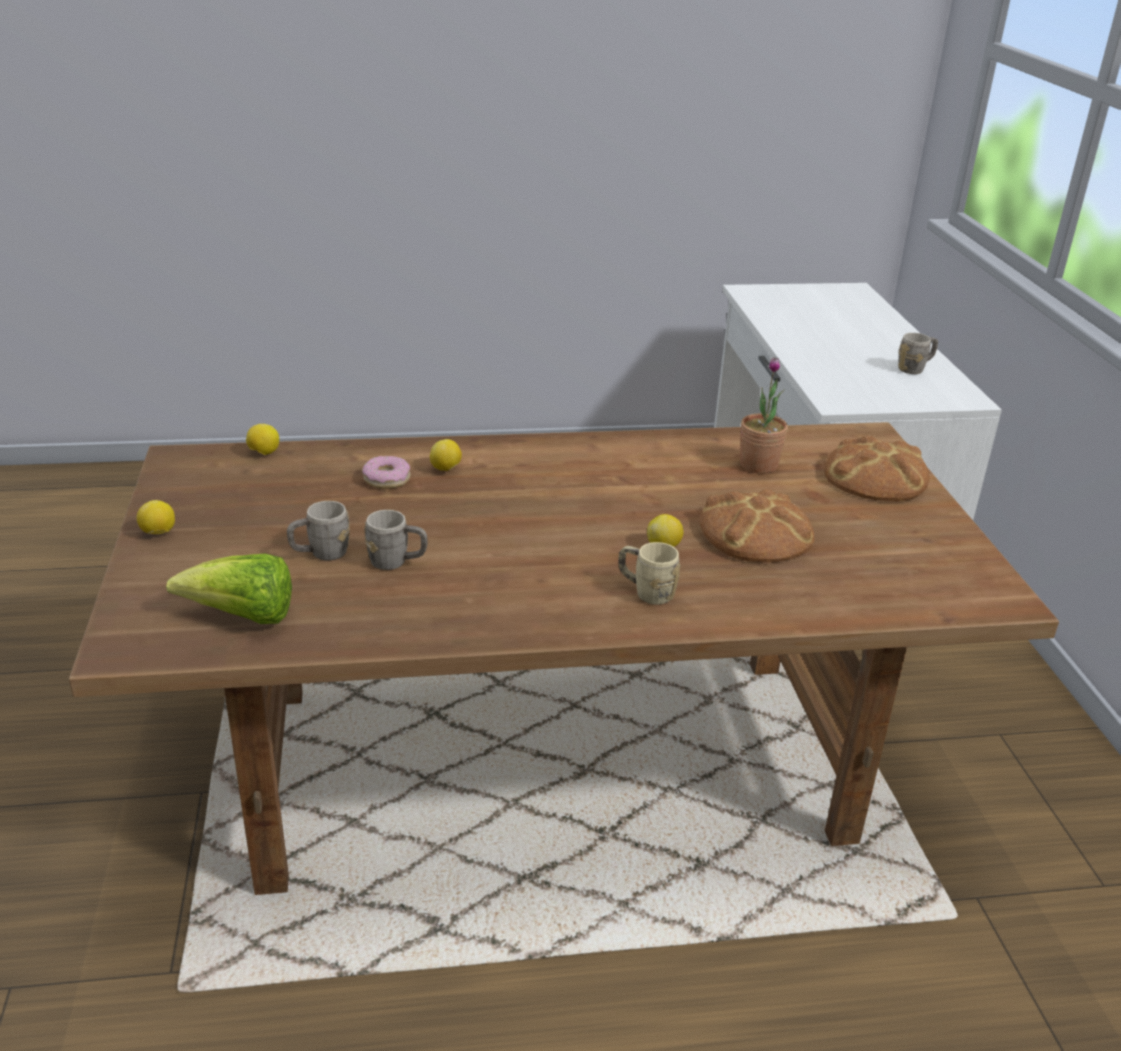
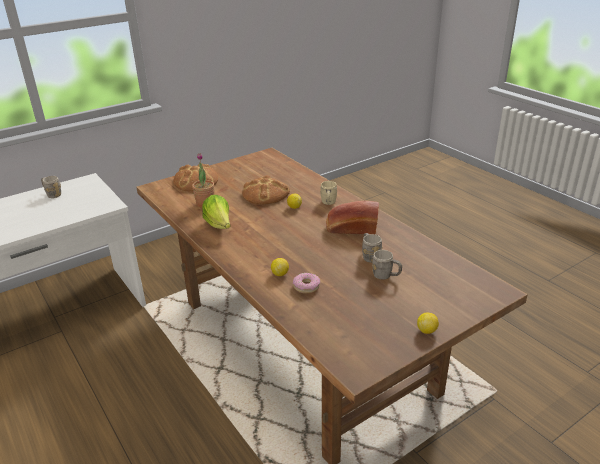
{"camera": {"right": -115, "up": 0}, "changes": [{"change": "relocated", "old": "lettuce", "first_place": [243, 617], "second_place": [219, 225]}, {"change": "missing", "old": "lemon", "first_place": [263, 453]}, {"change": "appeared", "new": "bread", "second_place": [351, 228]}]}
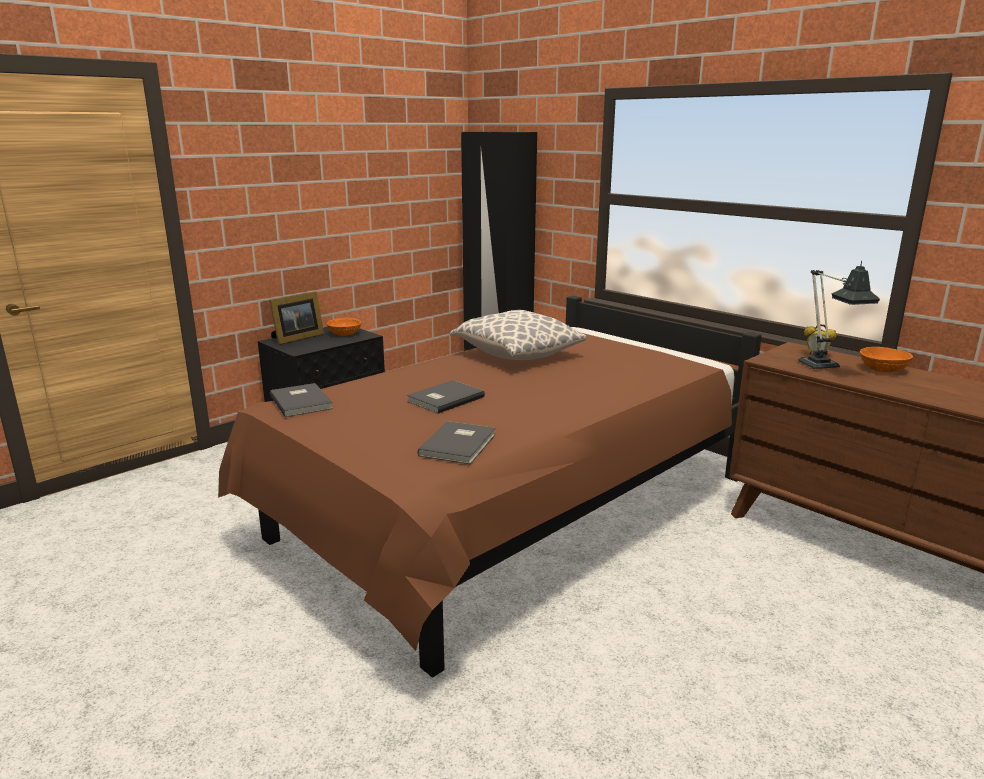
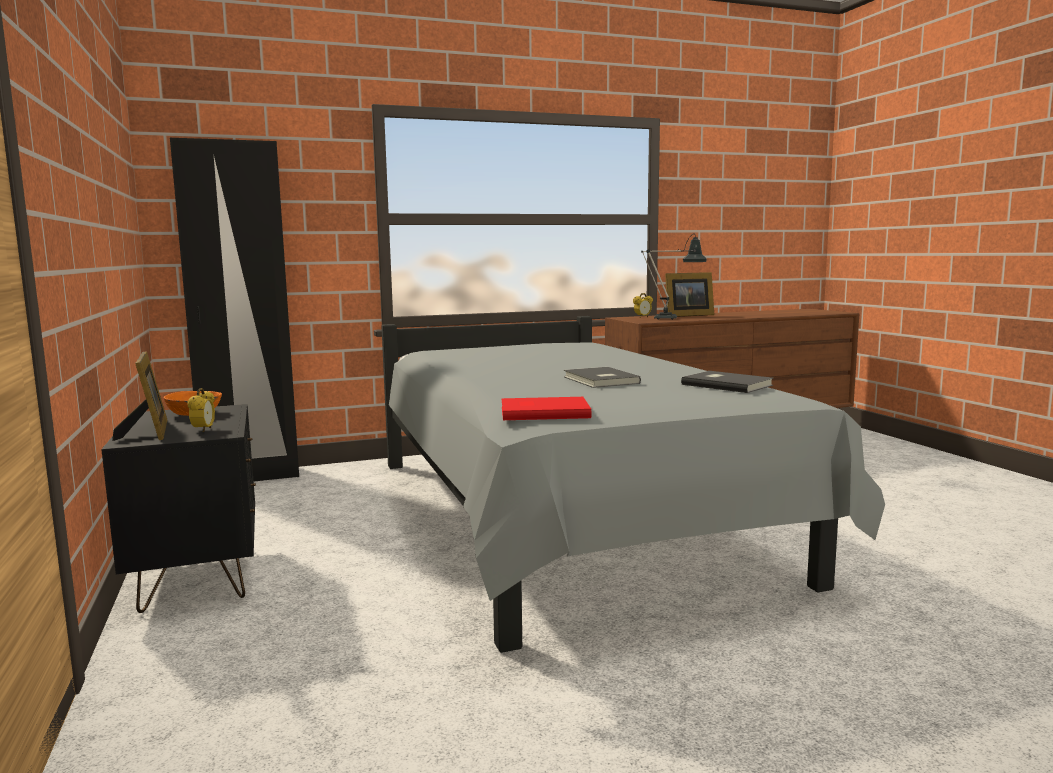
{"camera": {"right": -65, "up": -10}, "changes": [{"change": "colour", "old": "brown bed", "new": "grey bed", "first_place": [508, 513], "second_place": [566, 520]}, {"change": "colour", "old": "grey book", "new": "red book", "first_place": [302, 402], "second_place": [543, 412]}, {"change": "missing", "old": "pillow", "first_place": [517, 355]}, {"change": "exchanged", "old": "orange bowl", "new": "picture frame", "first_place": [883, 369], "second_place": [686, 315]}, {"change": "appeared", "new": "alarm clock", "second_place": [203, 430]}]}
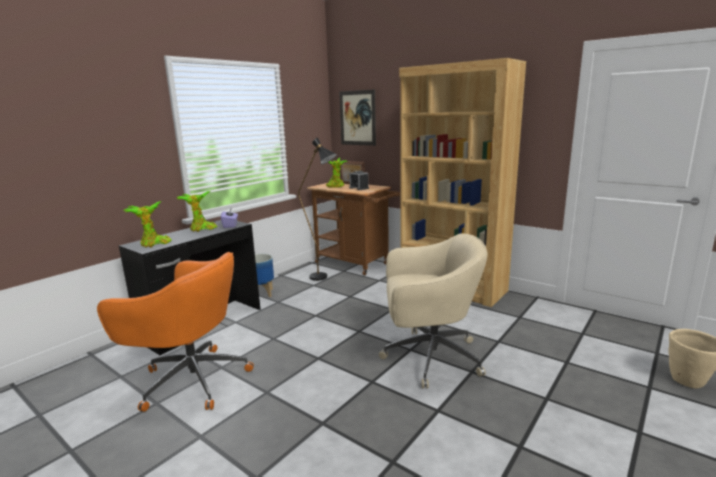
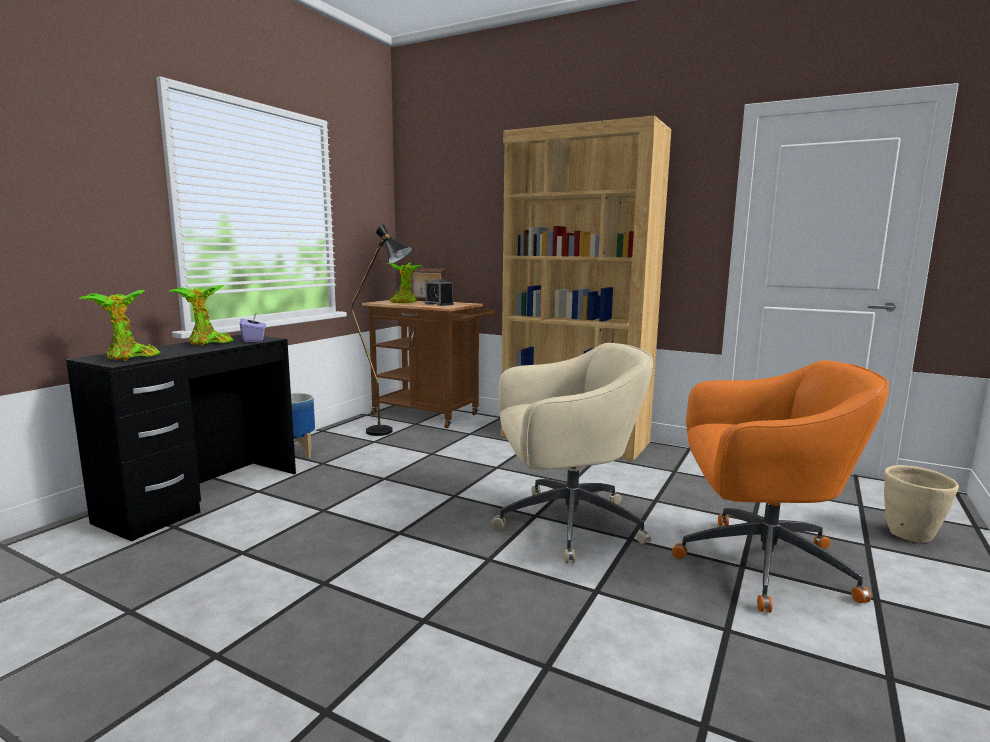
{"camera": {"right": -10, "up": -5}, "changes": [{"change": "relocated", "old": "orange office chair", "first_place": [191, 379], "second_place": [758, 564]}, {"change": "missing", "old": "picture", "first_place": [357, 118]}]}
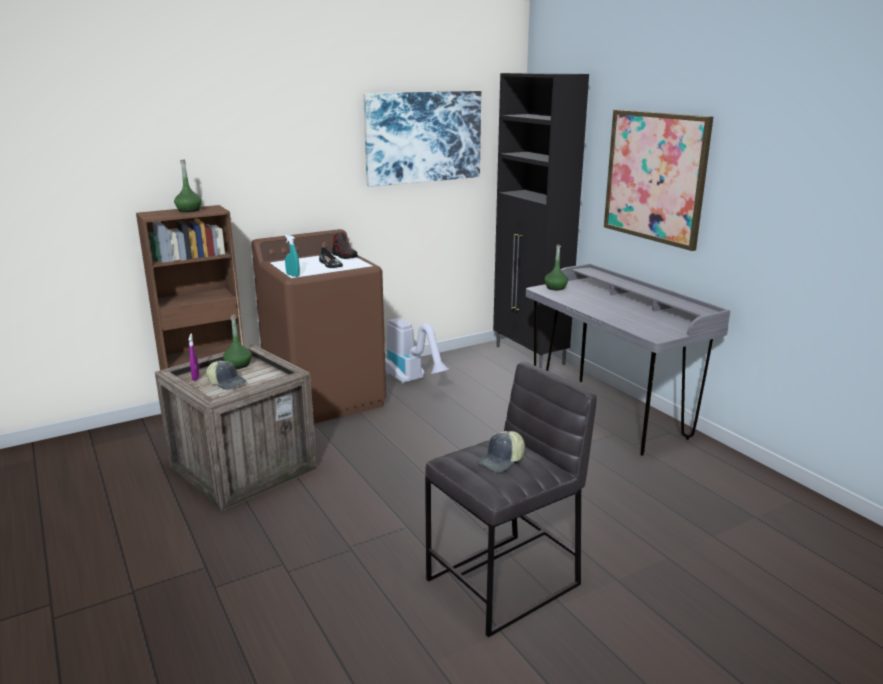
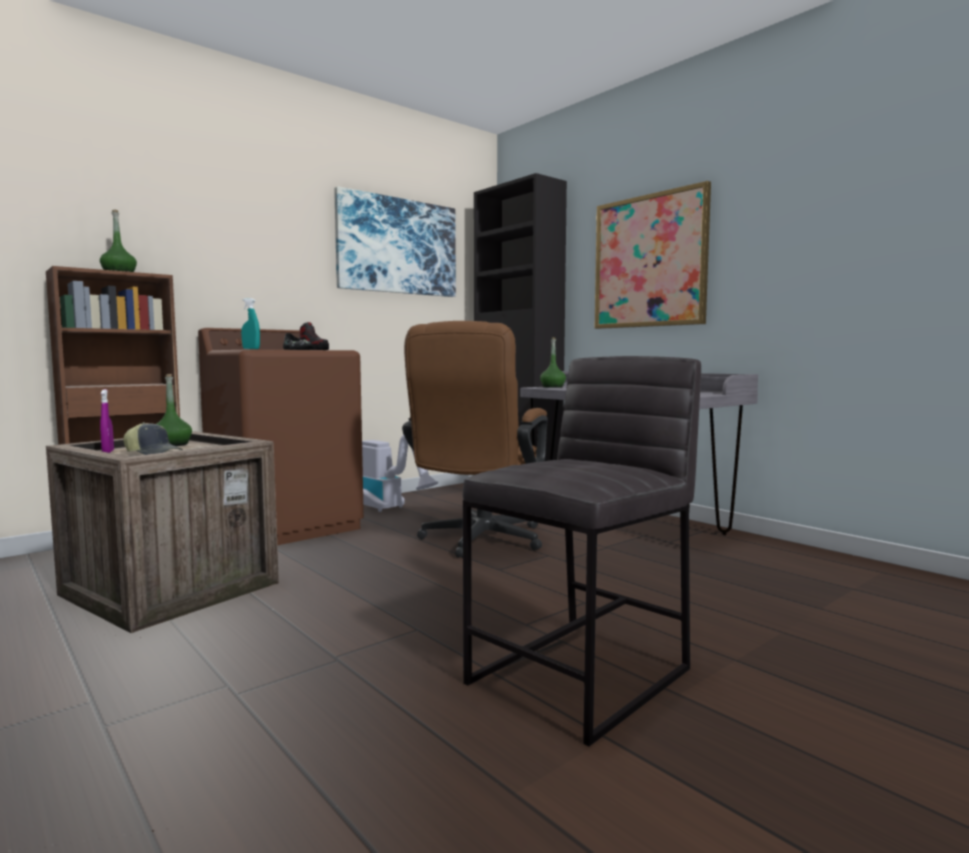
{"camera": {"right": -10, "up": -15}, "changes": [{"change": "missing", "old": "cap", "first_place": [502, 461]}, {"change": "appeared", "new": "brown office chair", "second_place": [478, 542]}]}
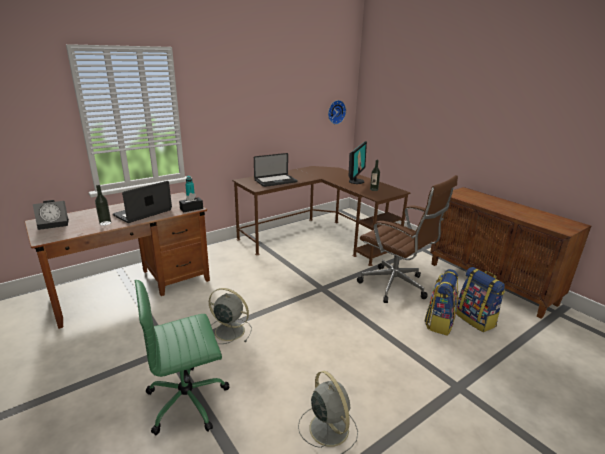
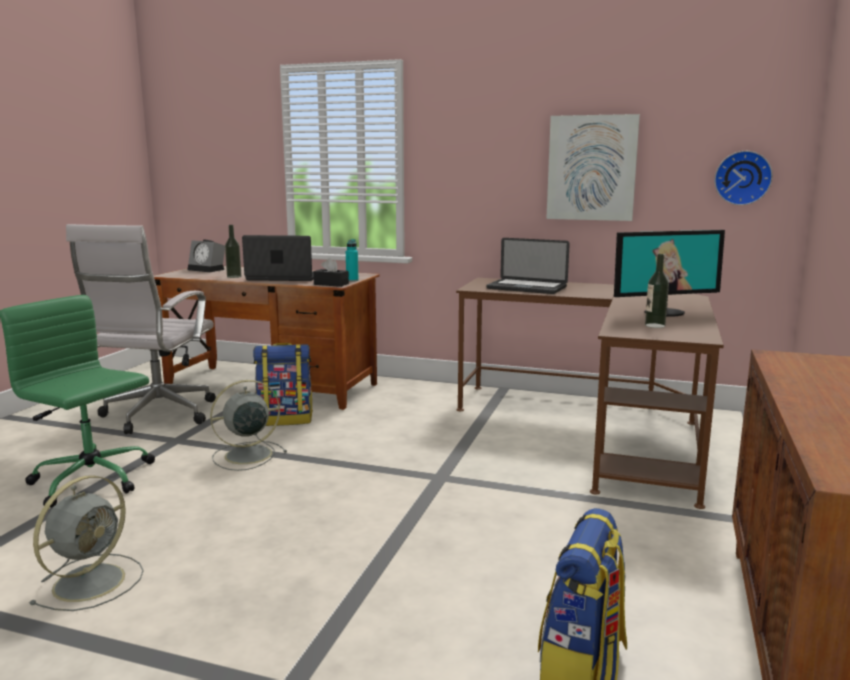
{"camera": {"right": 55, "up": -10}, "changes": [{"change": "spun", "old": "grey fan", "first_place": [228, 331], "second_place": [246, 455], "degrees": -105}, {"change": "missing", "old": "brown office chair", "first_place": [396, 286]}, {"change": "relocated", "old": "backpack", "first_place": [439, 322], "second_place": [285, 419]}, {"change": "appeared", "new": "white office chair", "second_place": [156, 416]}, {"change": "appeared", "new": "picture", "second_place": [591, 168]}]}
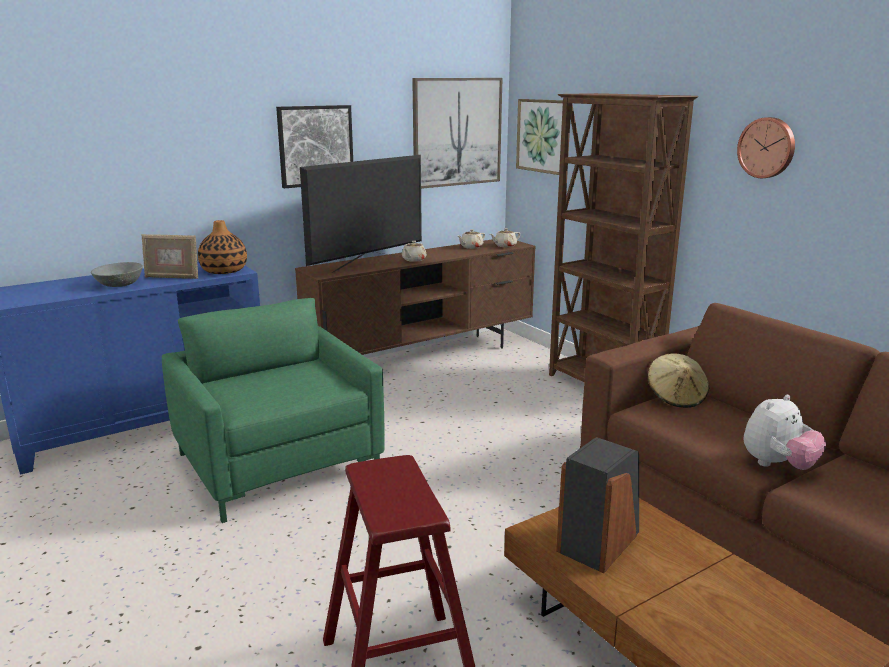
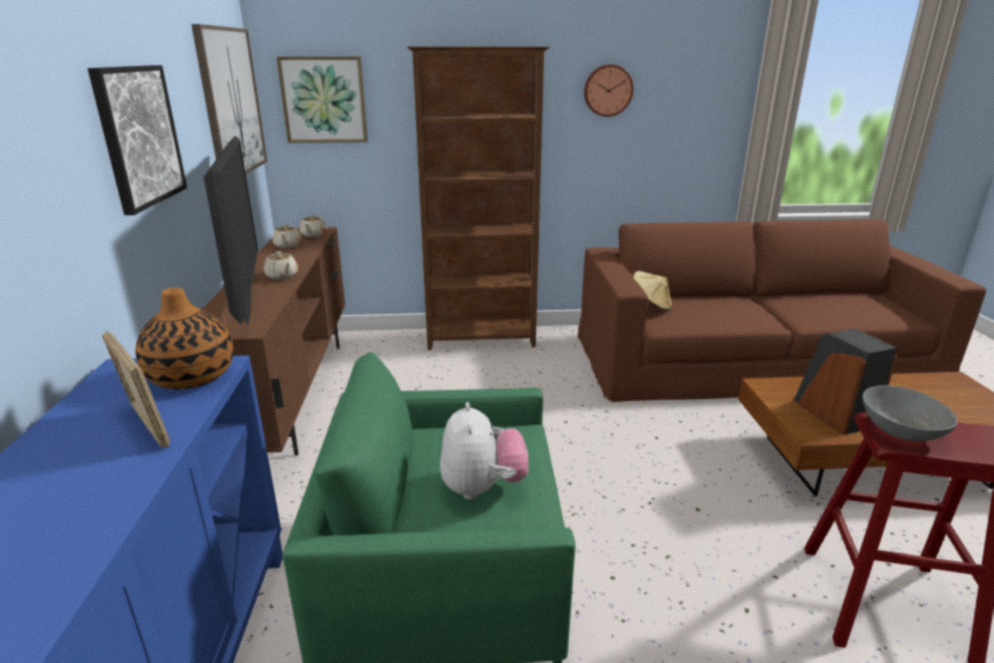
{"camera": {"right": -60, "up": 5}, "changes": [{"change": "relocated", "old": "grey bowl", "first_place": [119, 284], "second_place": [899, 430]}, {"change": "spun", "old": "picture frame", "first_place": [172, 277], "second_place": [145, 426], "degrees": -75}, {"change": "relocated", "old": "plush toy", "first_place": [777, 465], "second_place": [482, 487]}]}
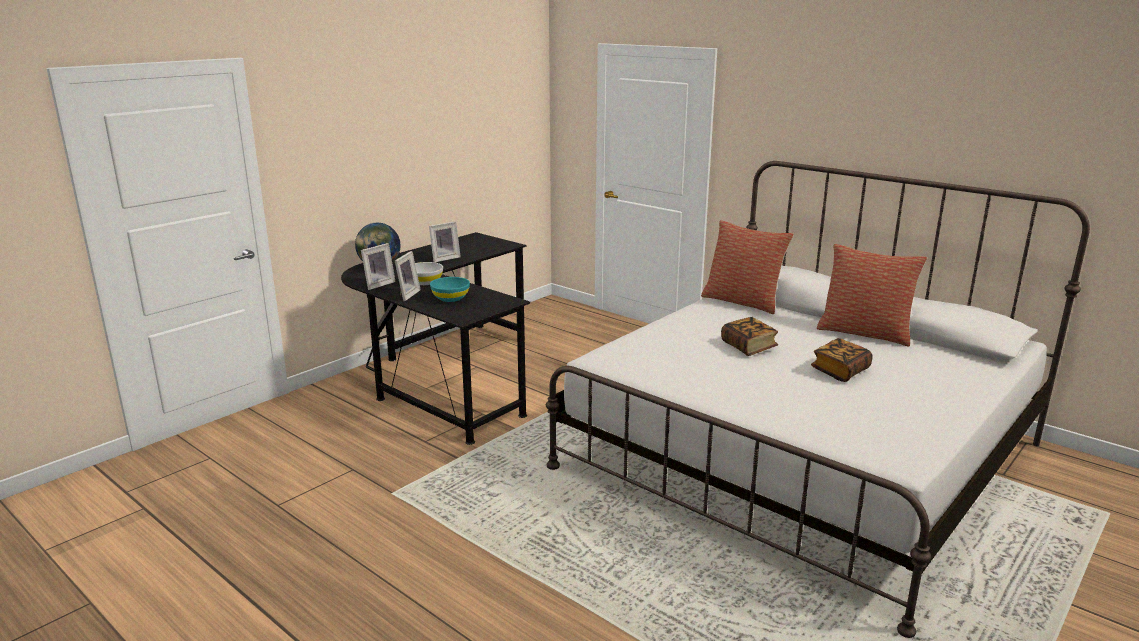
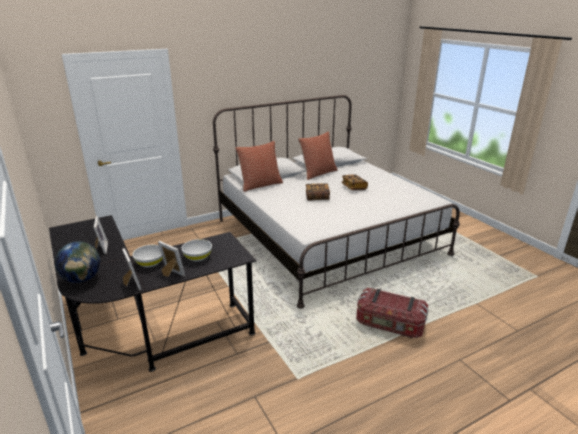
{"camera": {"right": -70, "up": 5}, "changes": [{"change": "colour", "old": "turquoise bowl", "new": "white bowl", "first_place": [450, 298], "second_place": [198, 257]}, {"change": "appeared", "new": "storage box", "second_place": [390, 325]}]}
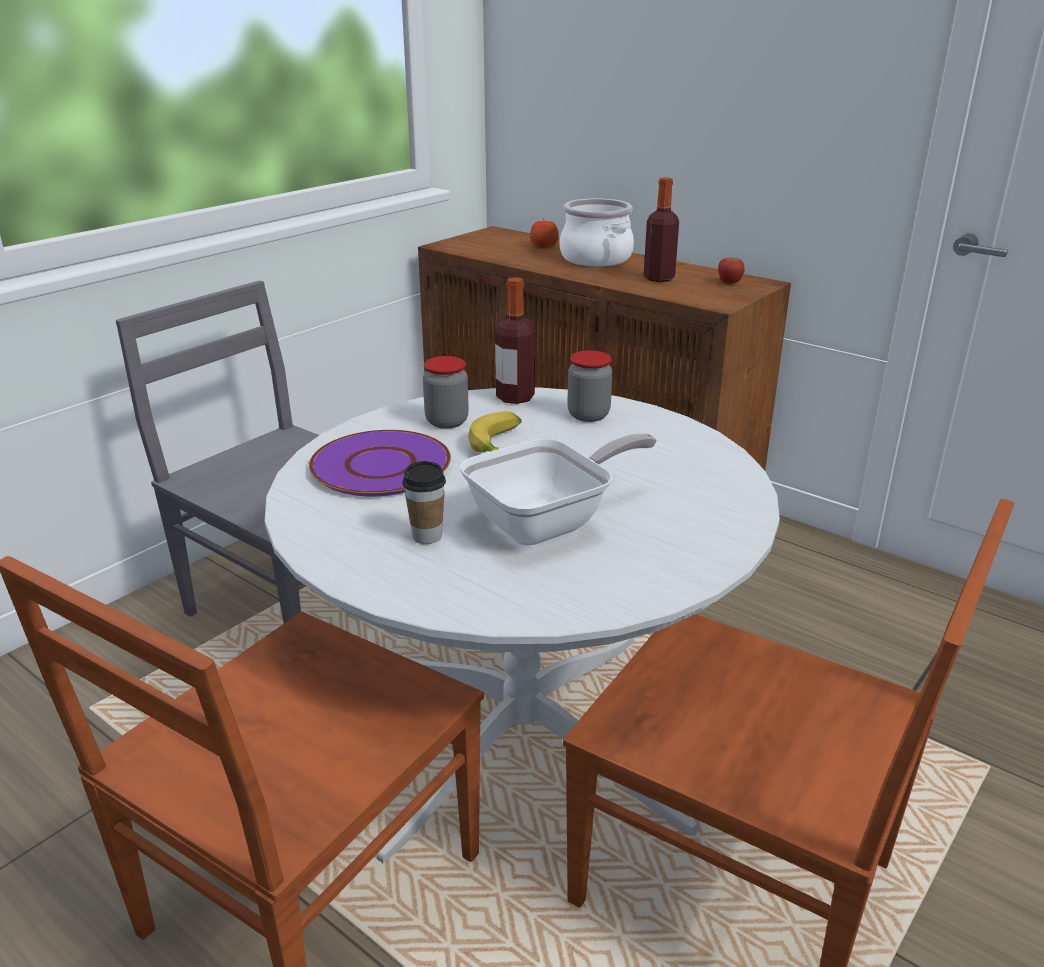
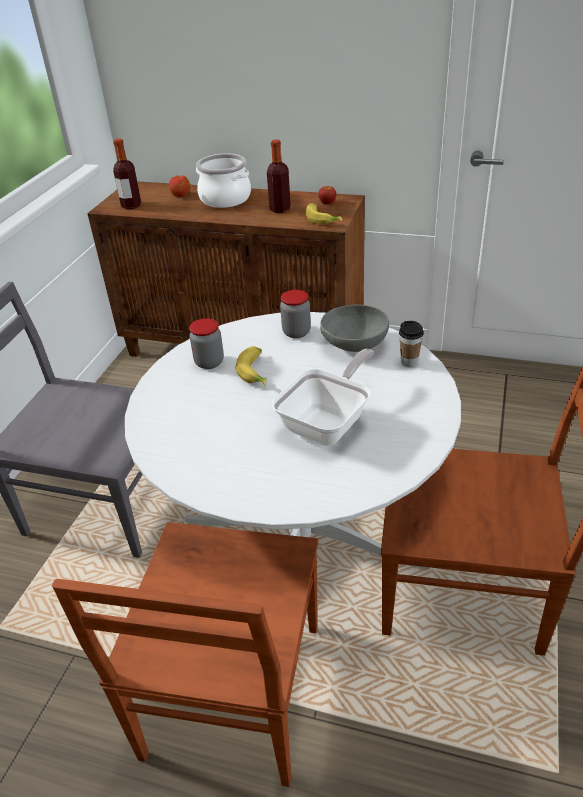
{"camera": {"right": -20, "up": 10}, "changes": [{"change": "missing", "old": "purple plate", "first_place": [381, 466]}, {"change": "relocated", "old": "cup", "first_place": [427, 536], "second_place": [409, 362]}, {"change": "relocated", "old": "bottle", "first_place": [515, 397], "second_place": [131, 205]}, {"change": "appeared", "new": "banana", "second_place": [323, 219]}, {"change": "appeared", "new": "grey bowl", "second_place": [354, 345]}]}
